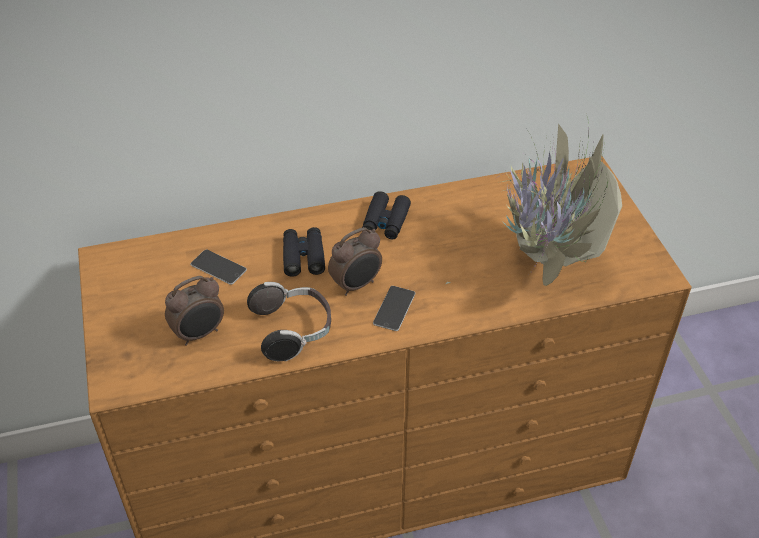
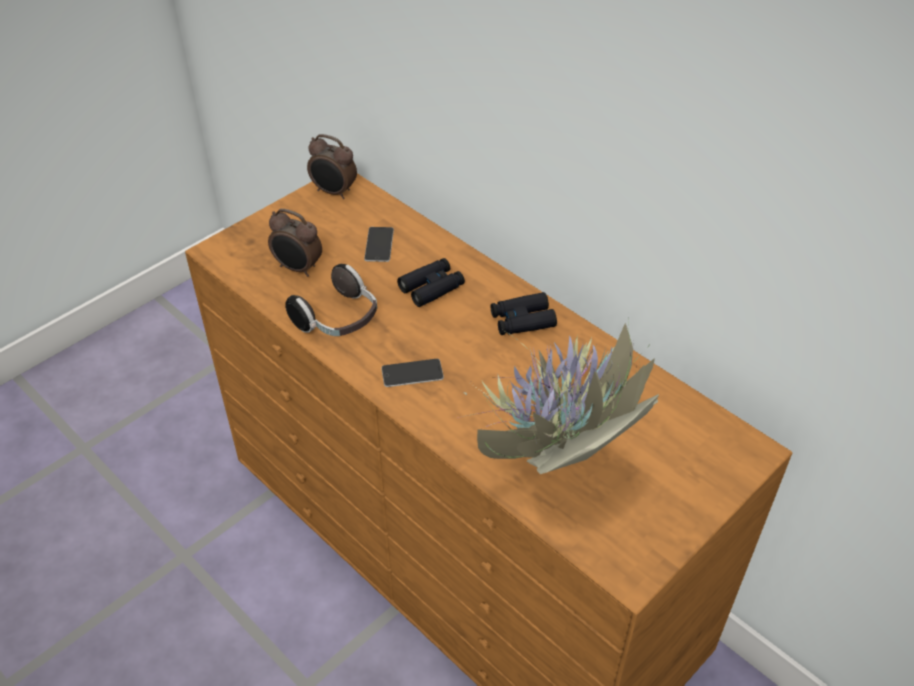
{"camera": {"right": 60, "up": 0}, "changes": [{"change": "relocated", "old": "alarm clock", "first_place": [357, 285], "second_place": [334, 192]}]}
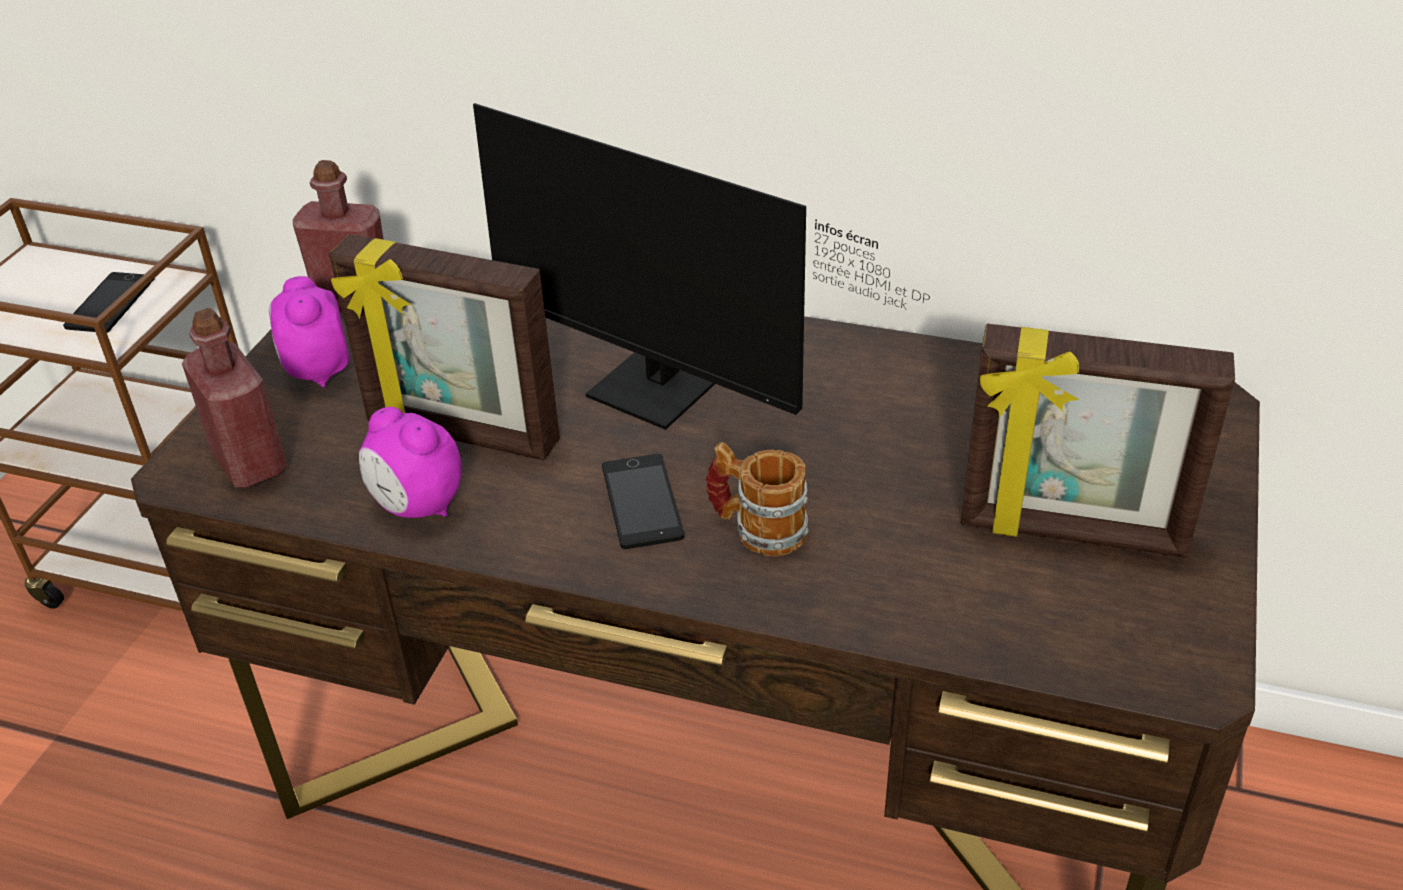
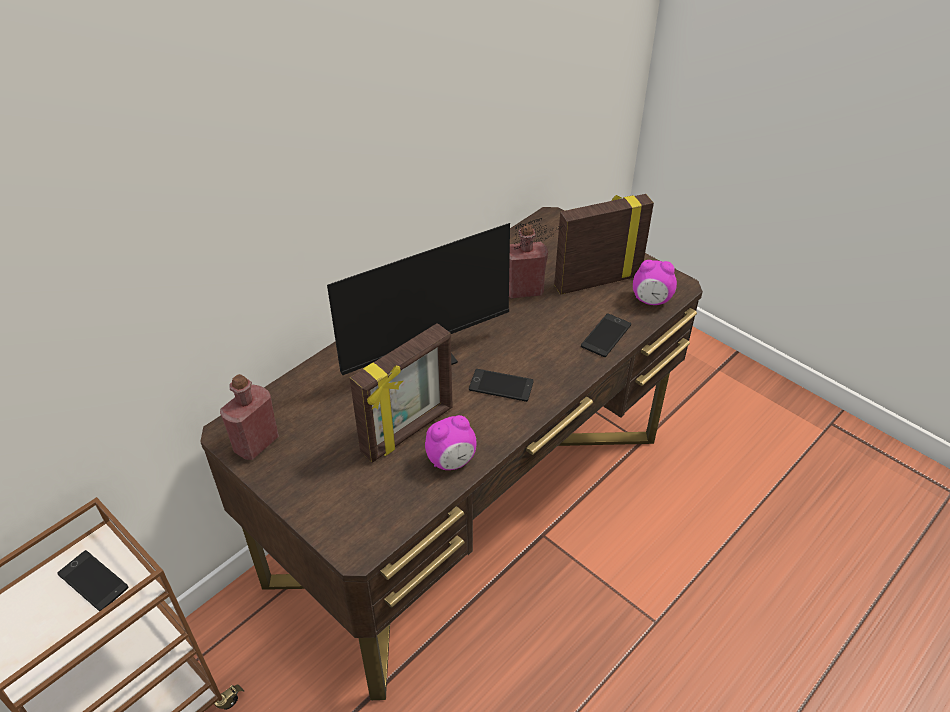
{"camera": {"right": -65, "up": 5}, "changes": [{"change": "relocated", "old": "red bottle", "first_place": [249, 462], "second_place": [524, 291]}, {"change": "relocated", "old": "alarm clock", "first_place": [318, 371], "second_place": [651, 300]}, {"change": "missing", "old": "mug", "first_place": [757, 528]}, {"change": "spun", "old": "picture frame", "first_place": [1072, 533], "second_place": [597, 280], "degrees": -150}, {"change": "appeared", "new": "phone", "second_place": [606, 336]}]}
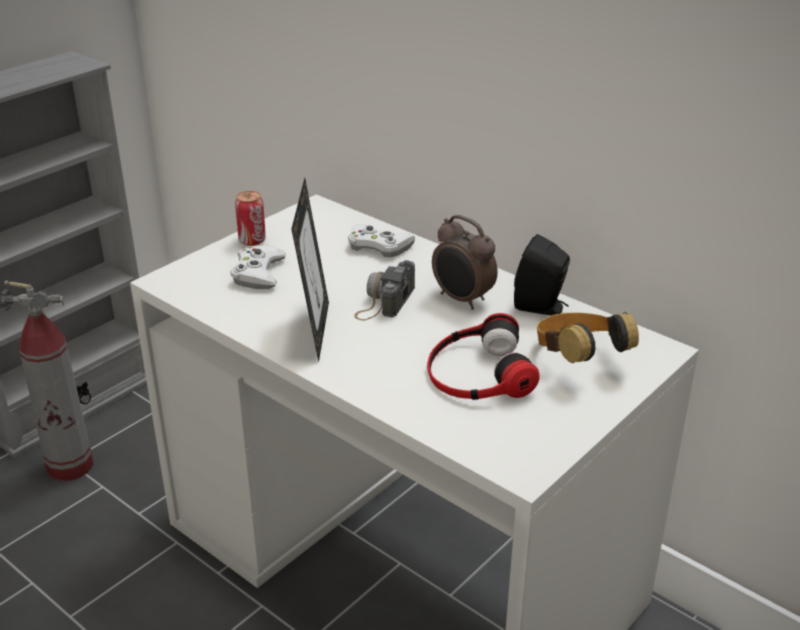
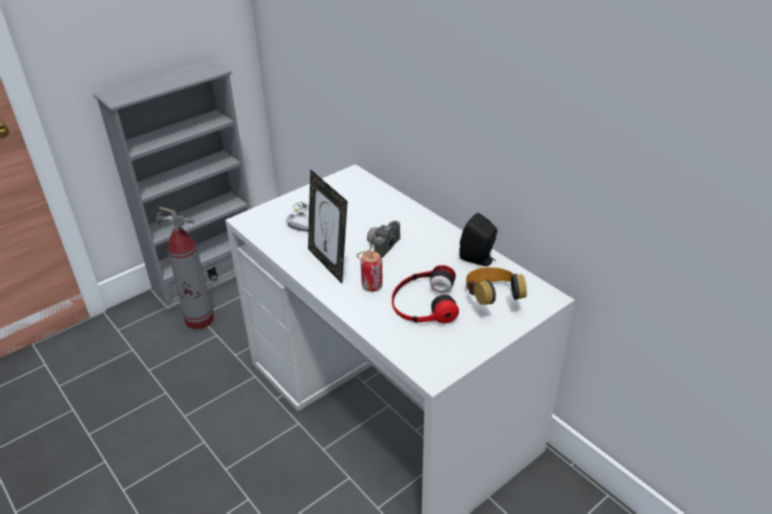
{"camera": {"right": 10, "up": 5}, "changes": [{"change": "relocated", "old": "can", "first_place": [252, 240], "second_place": [372, 286]}, {"change": "spun", "old": "picture frame", "first_place": [315, 330], "second_place": [329, 263], "degrees": 135}, {"change": "missing", "old": "white game controller", "first_place": [379, 246]}, {"change": "missing", "old": "alarm clock", "first_place": [462, 299]}]}
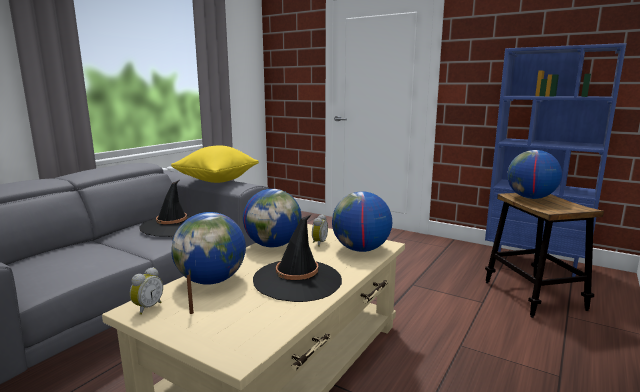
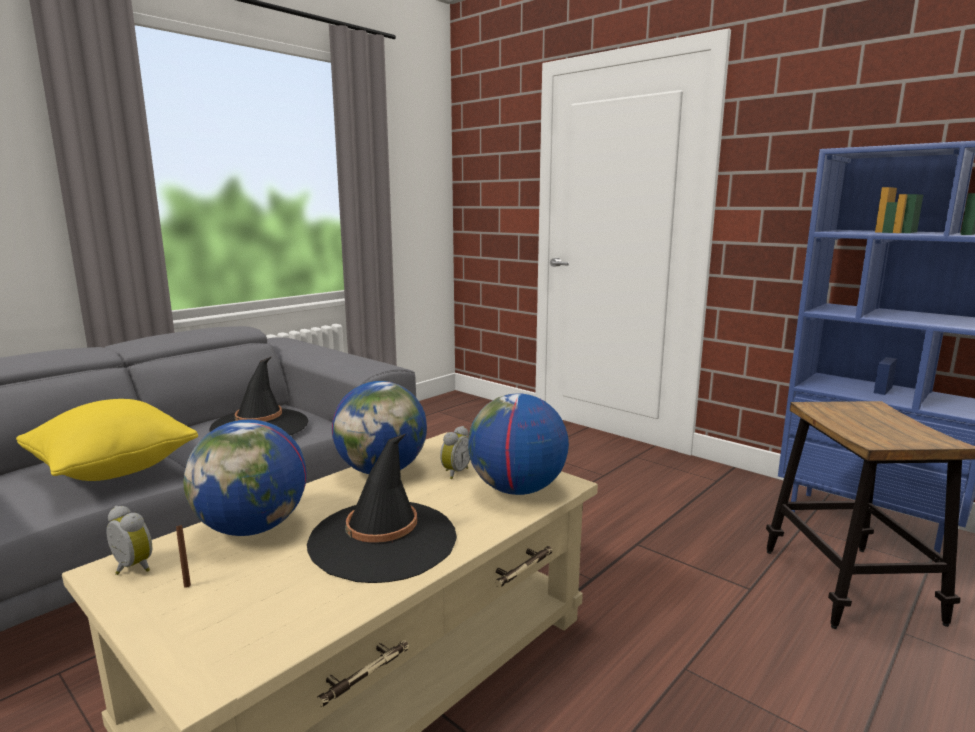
{"camera": {"right": 10, "up": 0}, "changes": [{"change": "spun", "old": "alarm clock", "first_place": [147, 307], "second_place": [130, 568], "degrees": -90}, {"change": "relocated", "old": "yellow pillow", "first_place": [217, 180], "second_place": [113, 470]}, {"change": "missing", "old": "globe", "first_place": [530, 198]}]}
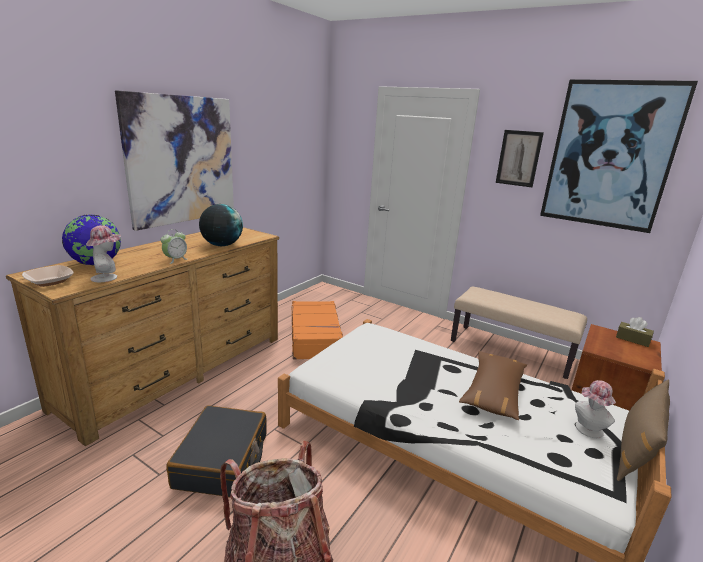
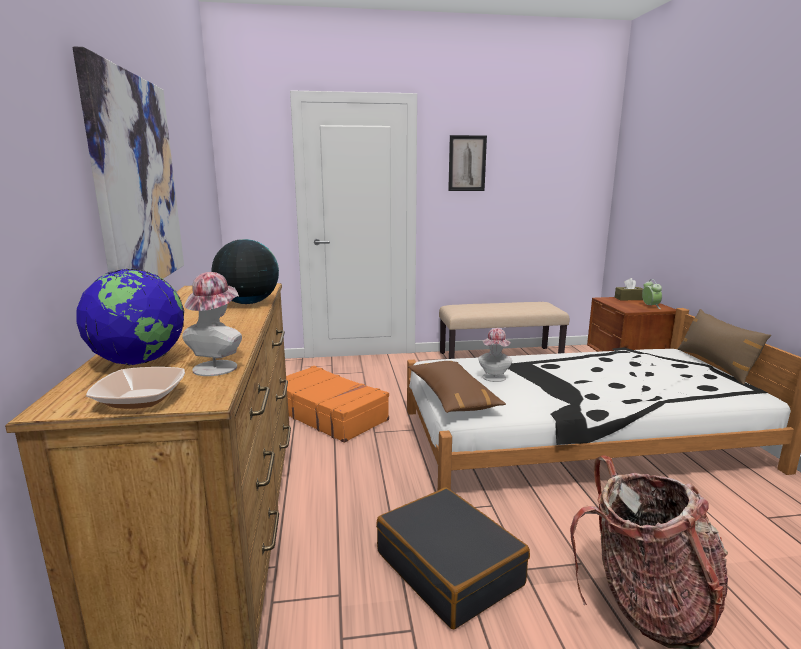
{"camera": {"right": -40, "up": -5}, "changes": [{"change": "relocated", "old": "alarm clock", "first_place": [175, 260], "second_place": [650, 306]}, {"change": "relocated", "old": "brown pillow", "first_place": [494, 392], "second_place": [452, 396]}, {"change": "missing", "old": "picture", "first_place": [610, 156]}, {"change": "relocated", "old": "hat", "first_place": [587, 431], "second_place": [494, 378]}]}
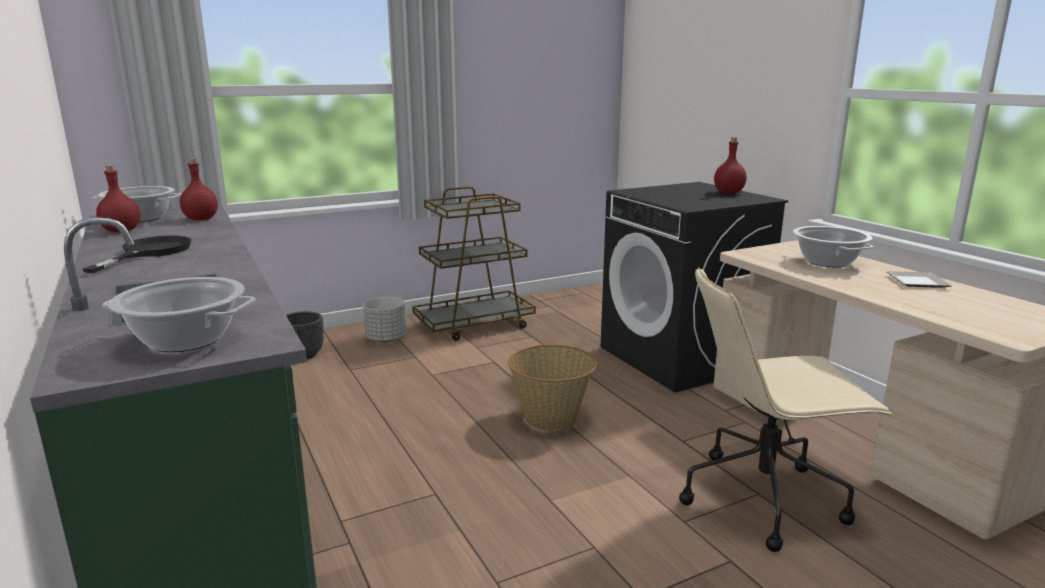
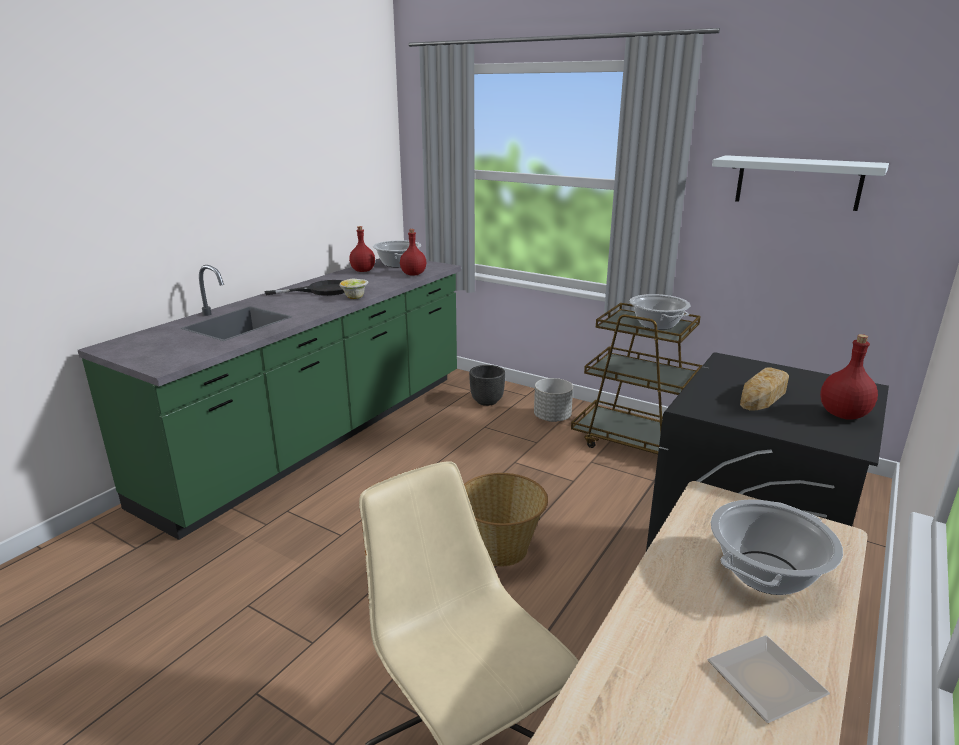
{"camera": {"right": 60, "up": 5}, "changes": [{"change": "relocated", "old": "cooking pot", "first_place": [186, 340], "second_place": [657, 325]}, {"change": "appeared", "new": "bowl", "second_place": [355, 298]}, {"change": "appeared", "new": "white shelf", "second_place": [798, 182]}, {"change": "appeared", "new": "bread", "second_place": [764, 395]}]}
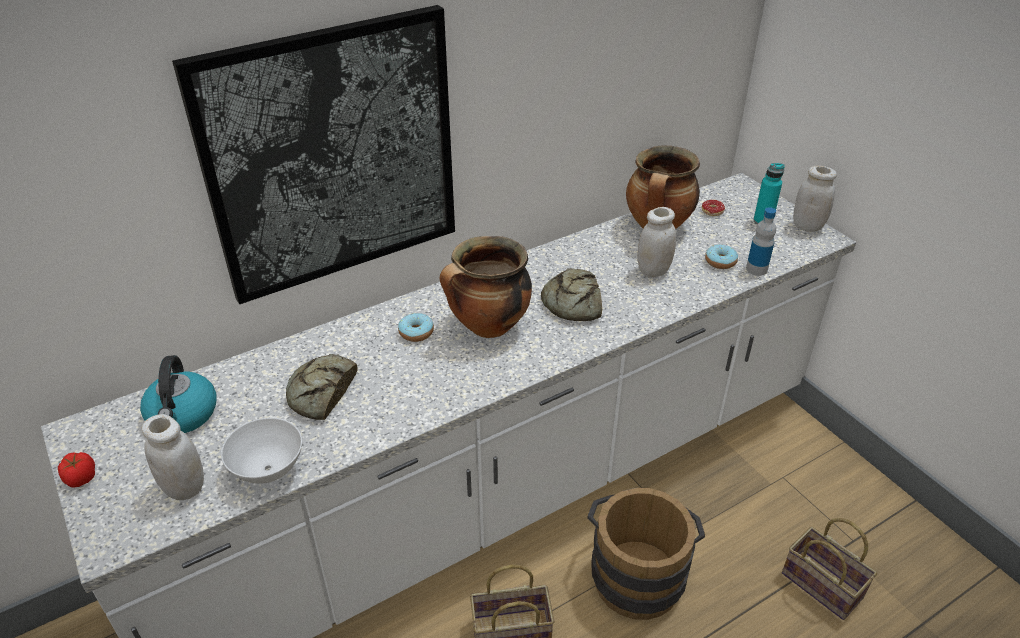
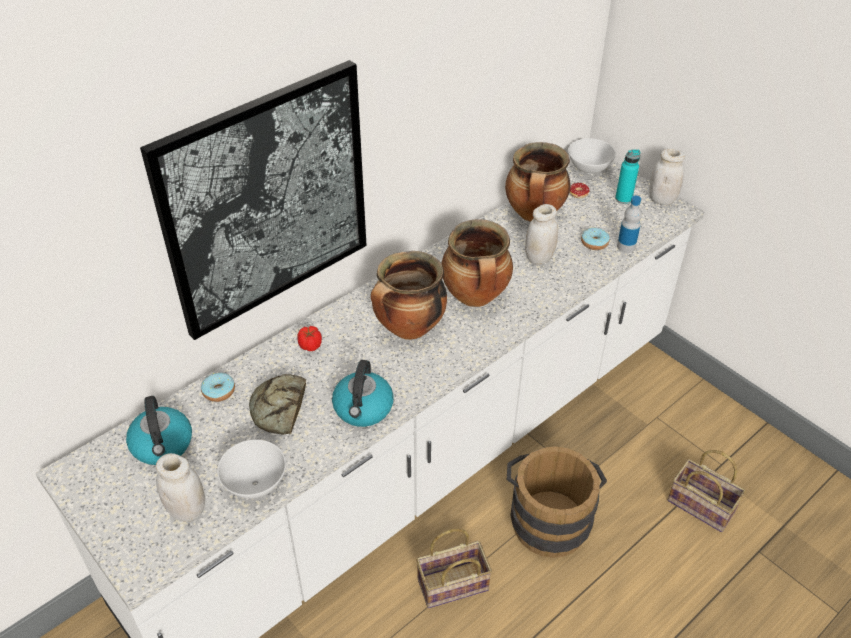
{"camera": {"right": -10, "up": 5}, "changes": [{"change": "relocated", "old": "tomato", "first_place": [81, 479], "second_place": [310, 346]}, {"change": "relocated", "old": "donut", "first_place": [416, 332], "second_place": [219, 391]}, {"change": "exchanged", "old": "bread", "new": "cooking pot", "first_place": [572, 303], "second_place": [476, 297]}, {"change": "appeared", "new": "kettle", "second_place": [363, 409]}, {"change": "appeared", "new": "white bowl", "second_place": [588, 169]}]}
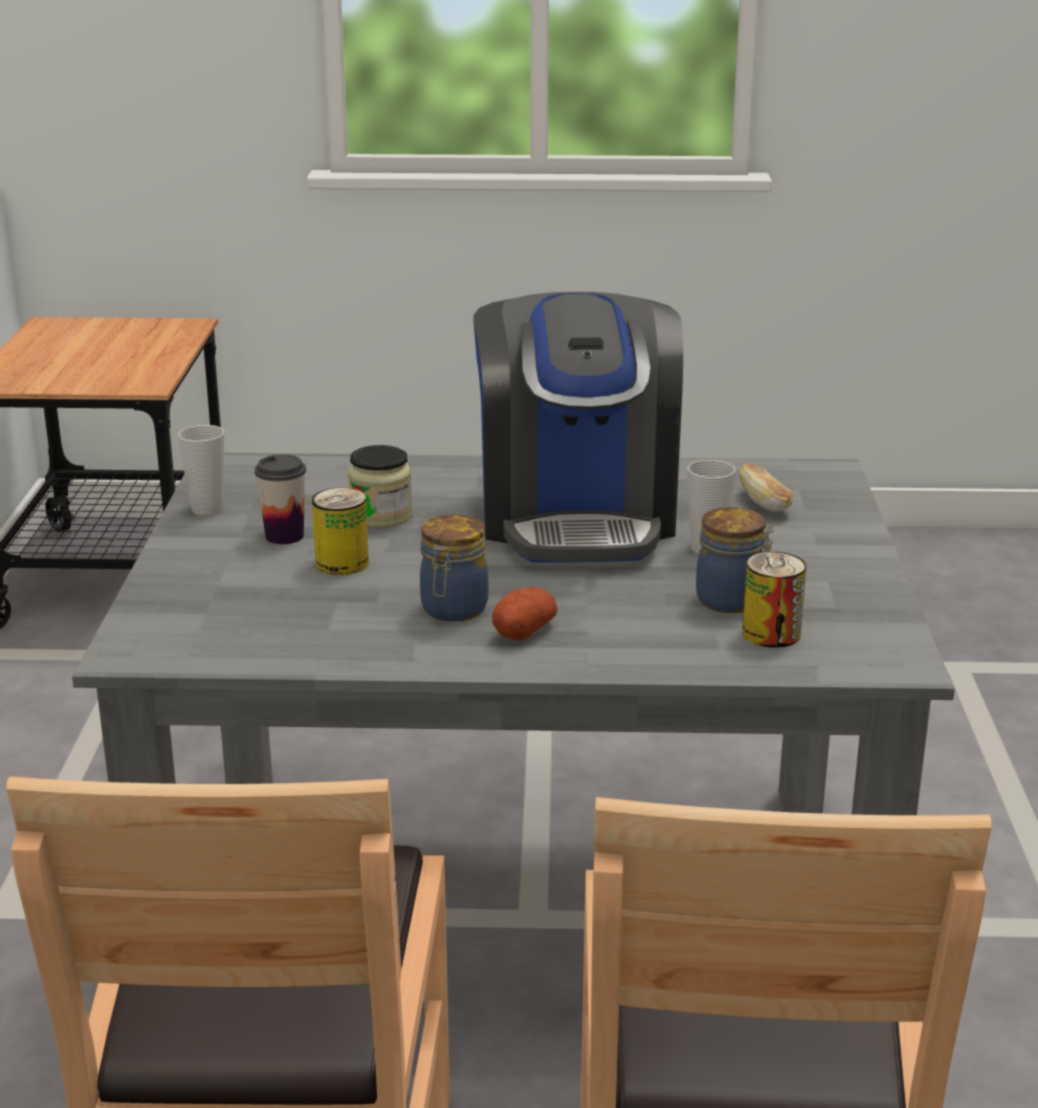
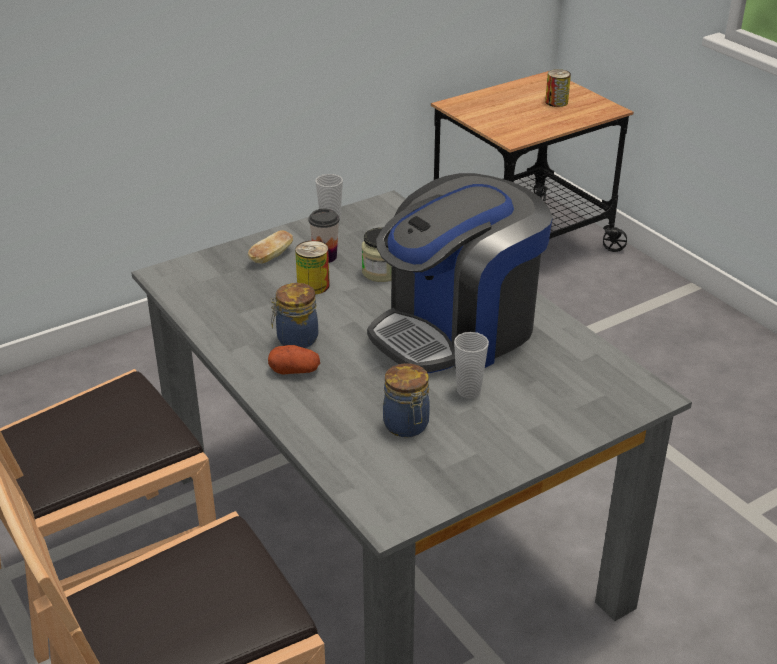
{"camera": {"right": 55, "up": 10}, "changes": [{"change": "relocated", "old": "bread", "first_place": [764, 503], "second_place": [271, 257]}, {"change": "relocated", "old": "can", "first_place": [771, 633], "second_place": [556, 102]}]}
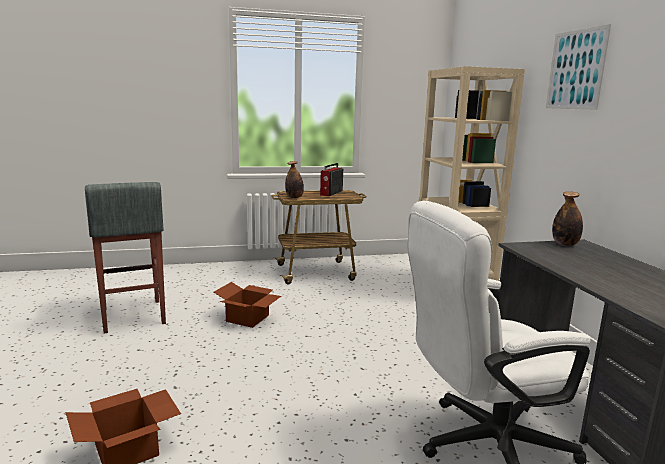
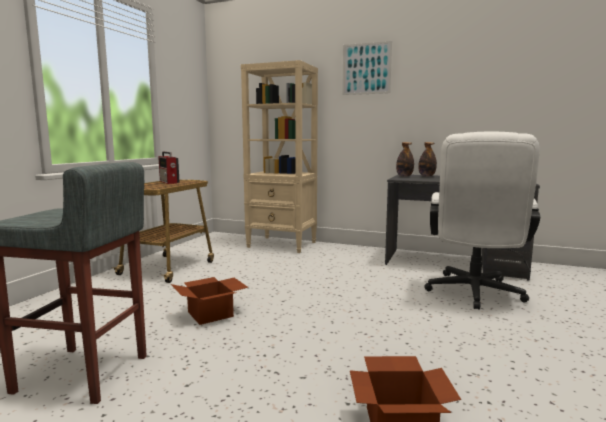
{"camera": {"right": -55, "up": -5}, "changes": [{"change": "relocated", "old": "bottle", "first_place": [294, 197], "second_place": [426, 176]}]}
